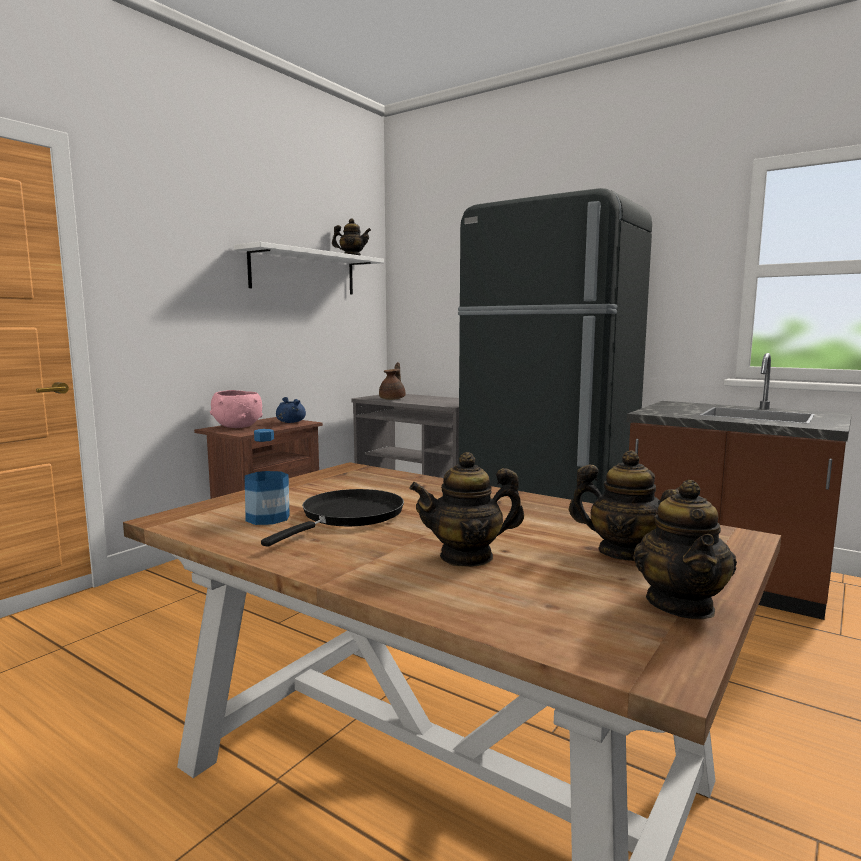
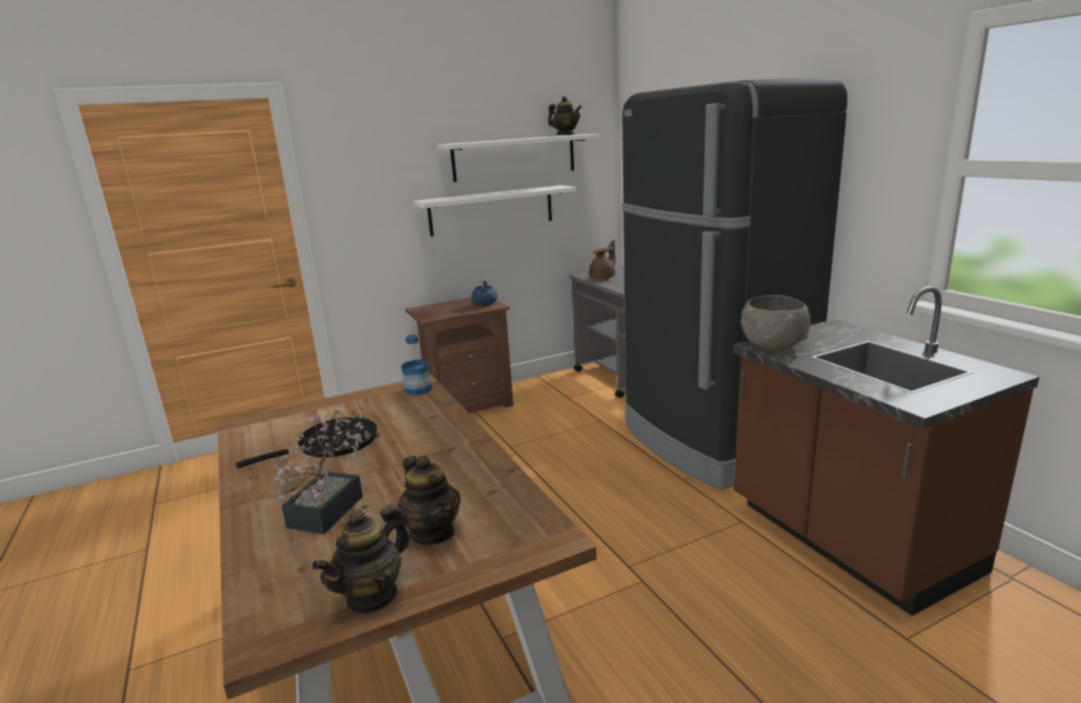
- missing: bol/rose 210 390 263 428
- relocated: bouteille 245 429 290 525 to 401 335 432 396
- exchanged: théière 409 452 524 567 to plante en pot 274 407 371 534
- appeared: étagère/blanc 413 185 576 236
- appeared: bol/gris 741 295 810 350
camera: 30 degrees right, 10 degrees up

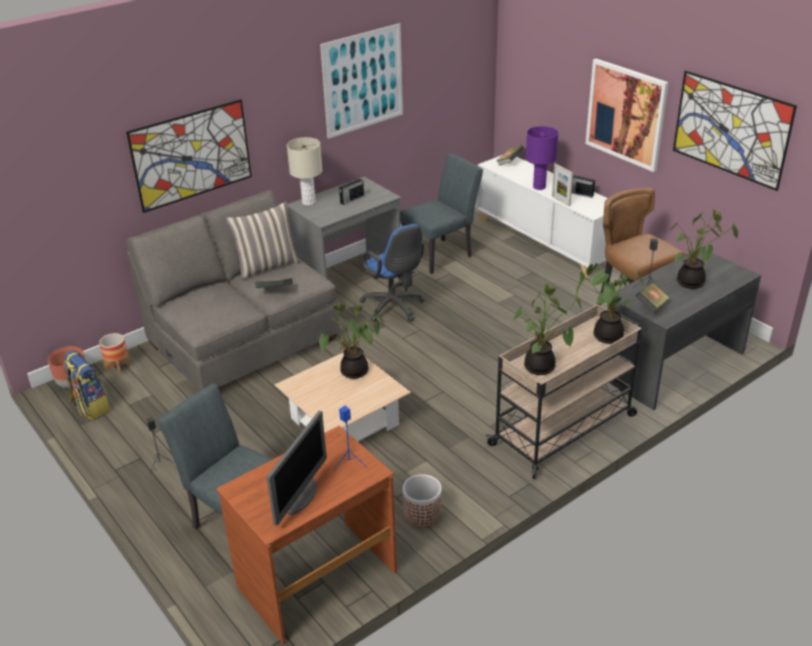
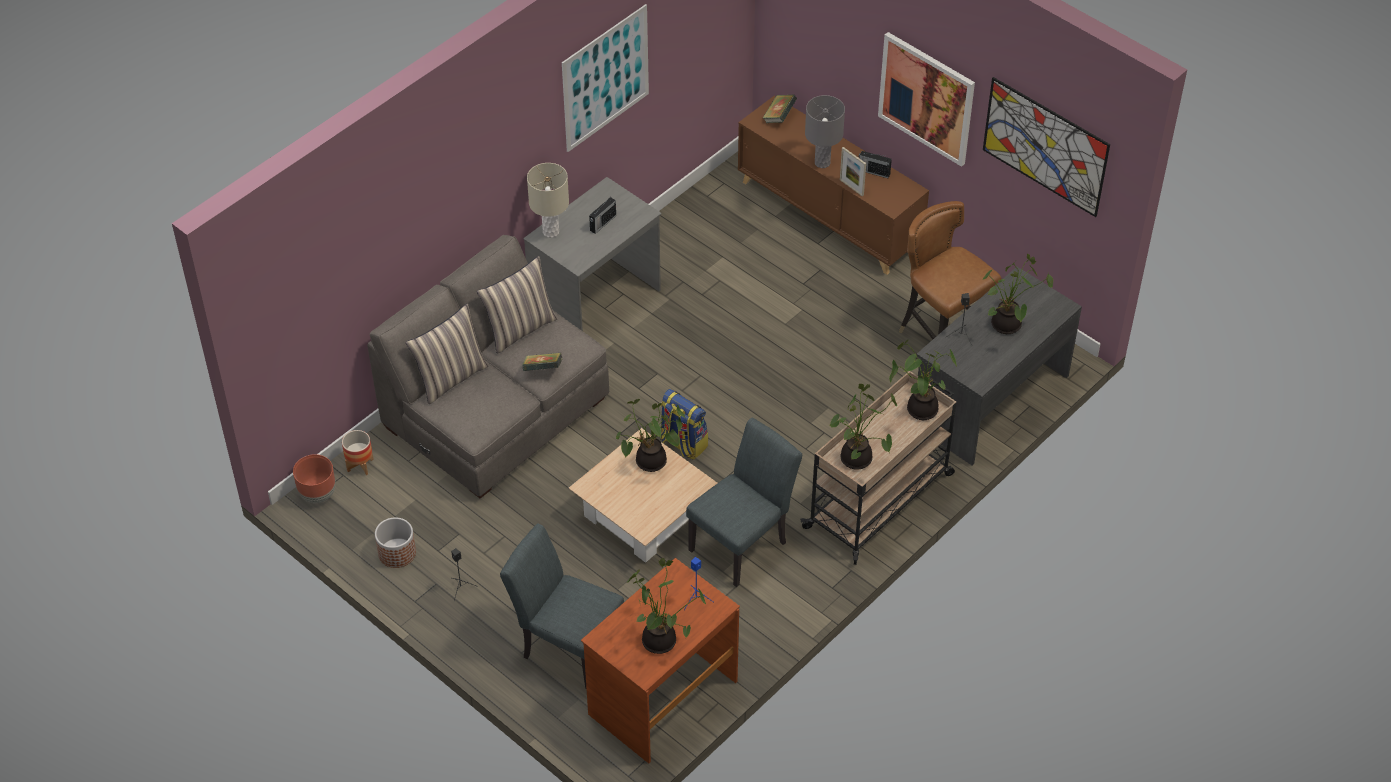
- missing: tableau 126 99 252 213
- colour: lampe de table/violet 526 126 559 190 to lampe de table/gris 805 95 845 168
- relocated: chaise/gris 400 153 483 274 to 686 418 802 587
- colour: meuble de rangement/blanc 477 155 608 279 to meuble de rangement/marron 738 96 929 275
- missing: chaise de bureau/bleu 360 224 425 322
- missing: livre 636 282 670 313
- relocated: sac à dos 64 350 111 420 to 660 389 708 460
- exchanged: écran d'ordinateur 267 411 327 526 to plante en pot 627 558 706 654
- relocated: cache-pot 403 474 442 527 to 375 517 416 568
- appeared: coussin 406 304 489 404
camera: 10 degrees left, 15 degrees up

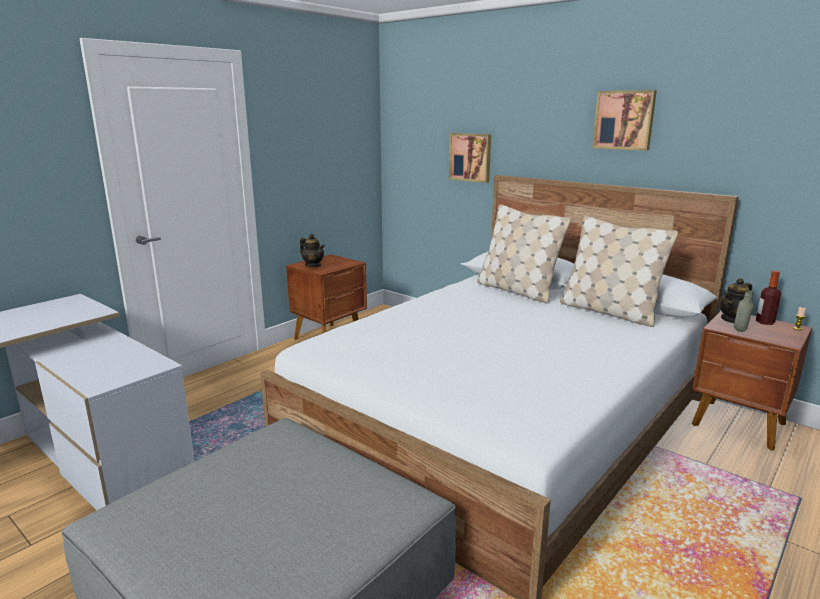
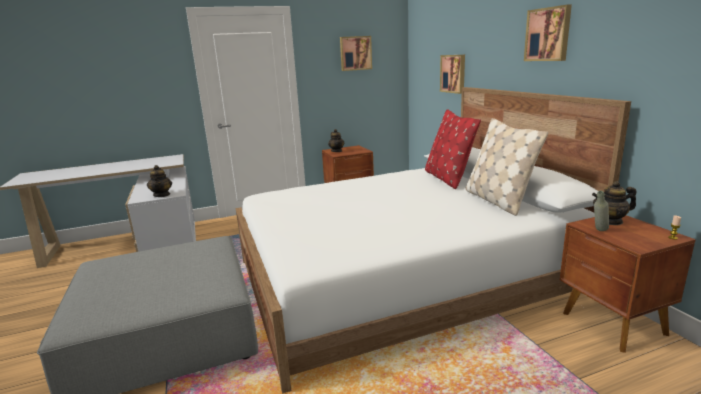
- colour: coussin/beige 477 204 571 303 to coussin/rouge 425 109 481 189
- missing: bouteille 756 271 781 325
- appeared: tableau 340 36 372 71
- appeared: théière 147 165 172 197
camera: 30 degrees right, 0 degrees up

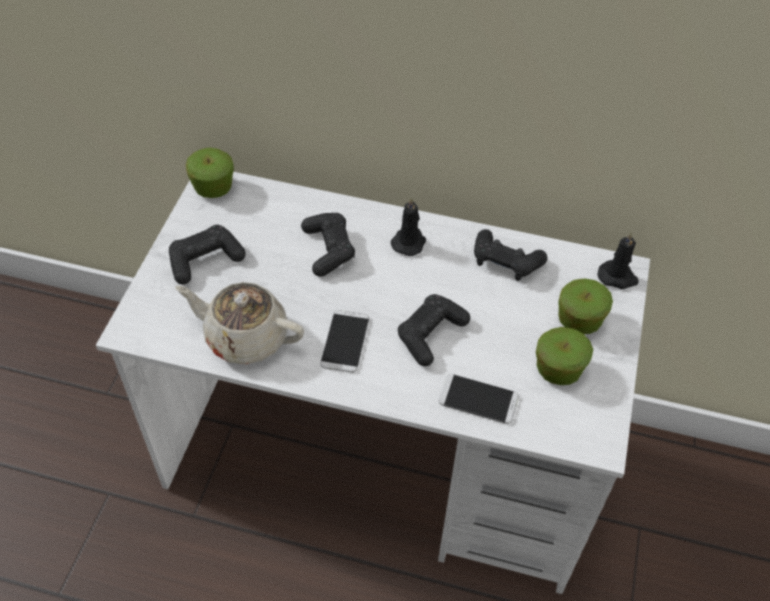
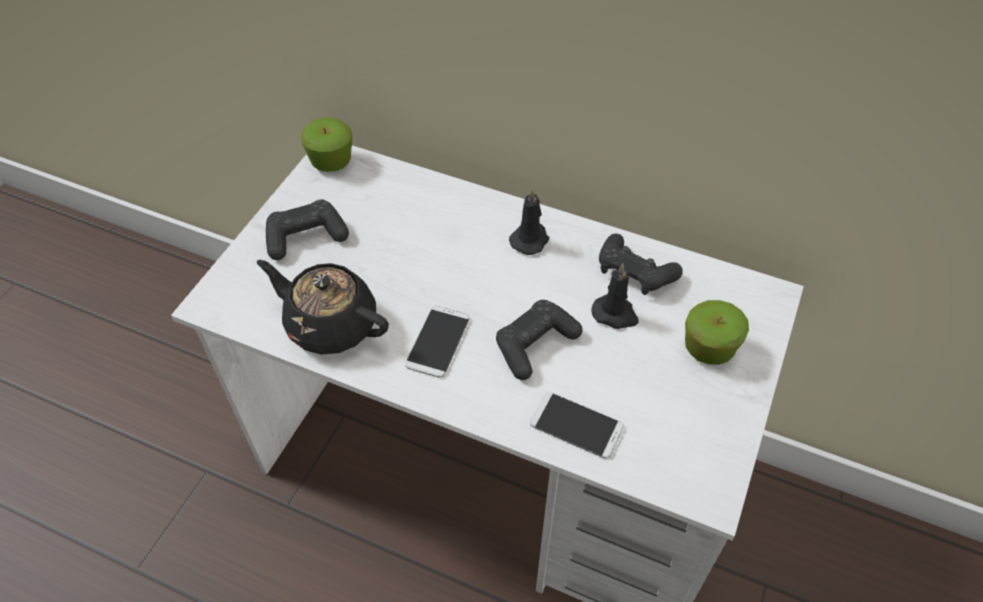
- missing: manette/noir 301 213 355 277
- relocated: bougie/noir 597 232 639 289 to 591 263 638 329
- colour: théière/beige 175 282 304 364 to théière/noir 257 260 389 355
- missing: pomme 536 327 593 385
camera: 10 degrees right, 0 degrees up

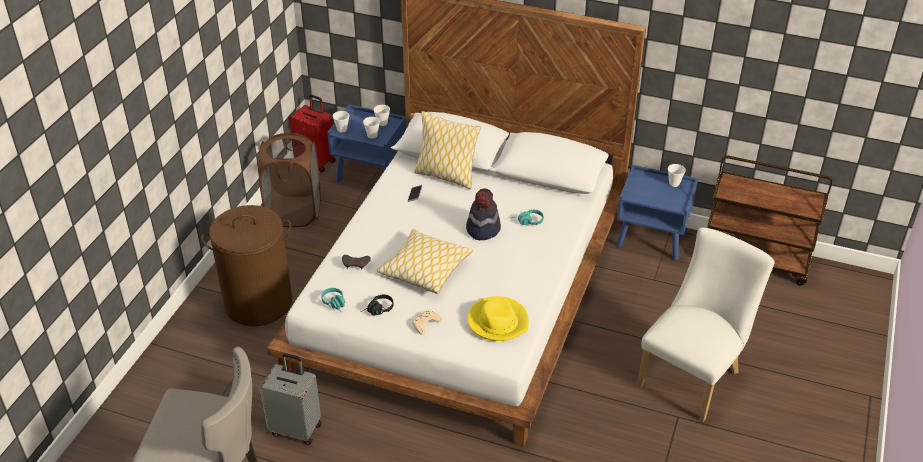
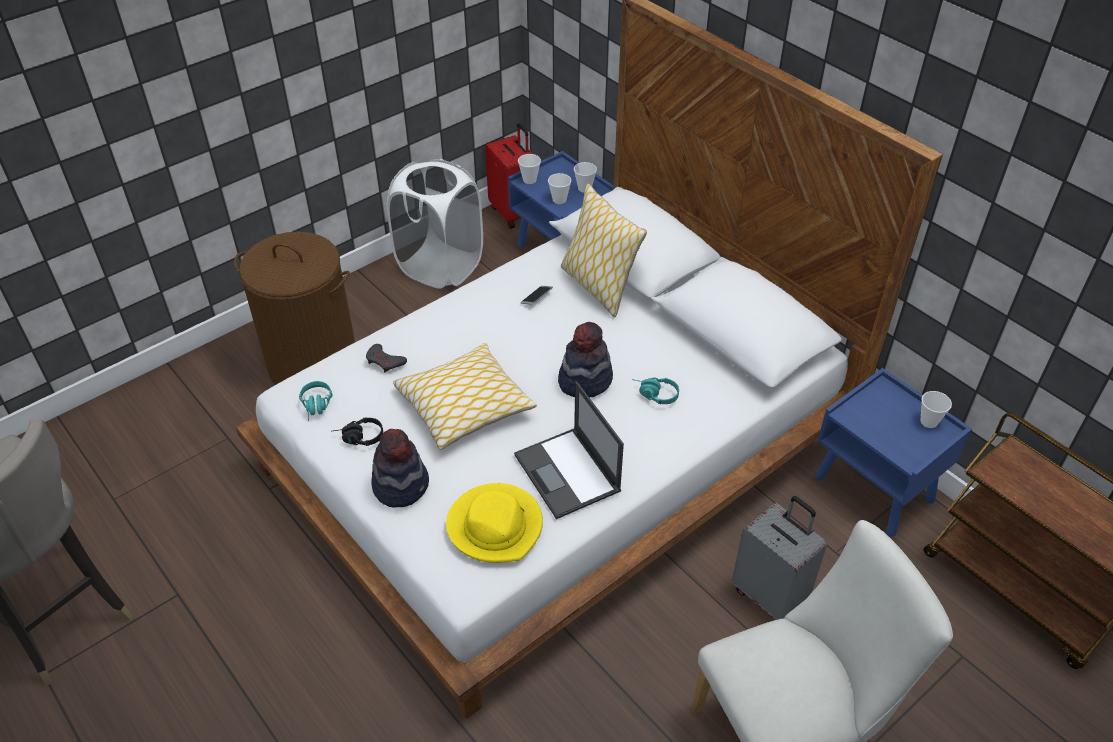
- colour: panier à linge/marron 258 133 321 227 to panier à linge/blanc 387 159 483 289
- exchanged: manette/beige 413 310 442 335 to chapeau 371 429 429 508
- relocated: valise/gris 260 353 322 445 to 732 496 827 620
- appeared: ordinateur portable 514 381 624 519
camera: 30 degrees right, 5 degrees up

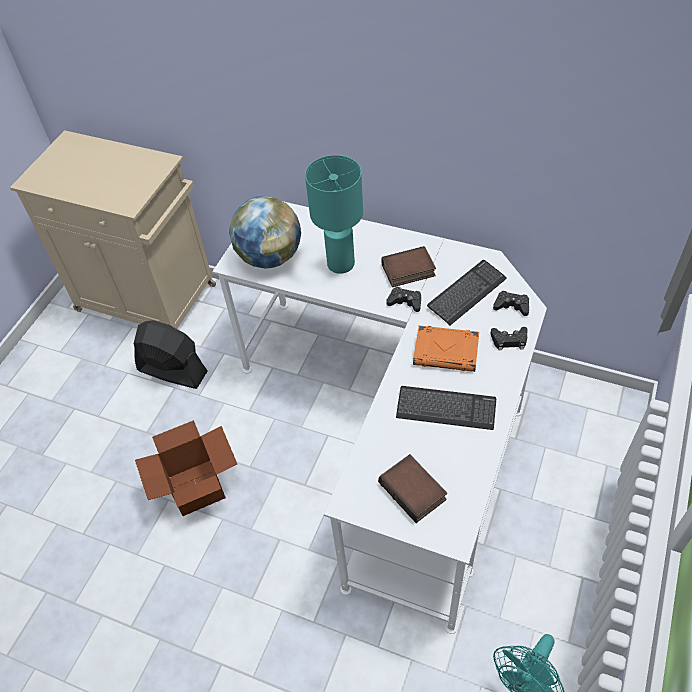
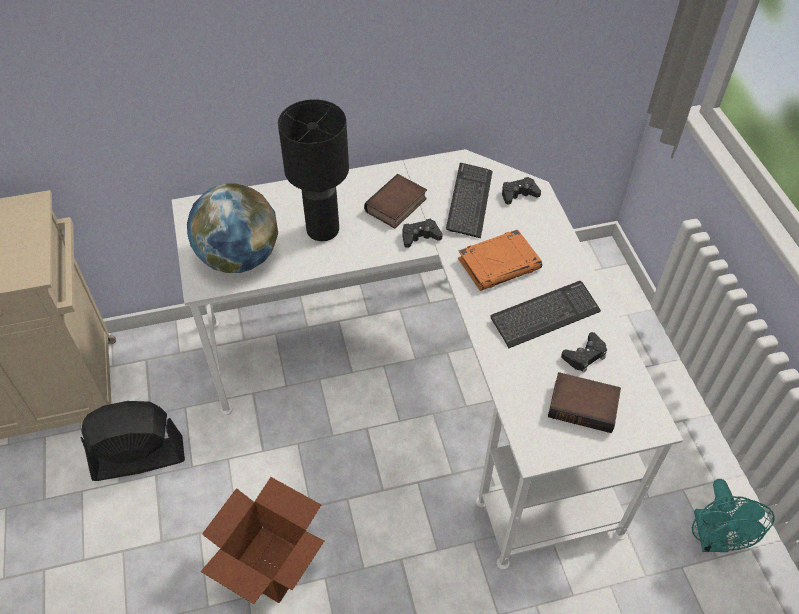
- colour: lampe de table/turquoise 305 155 363 274 to lampe de table/noir 278 99 349 241
- relocated: manette/noir 491 327 528 350 to 561 332 607 373
camera: 40 degrees left, 0 degrees up

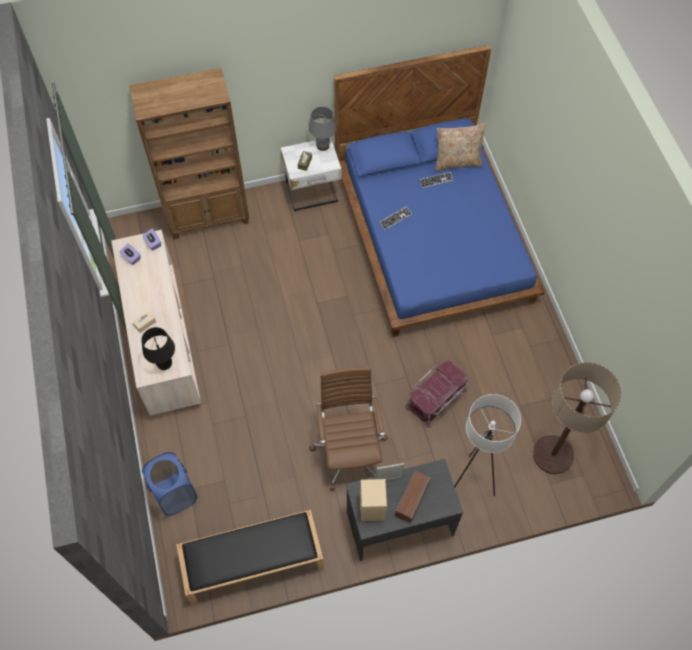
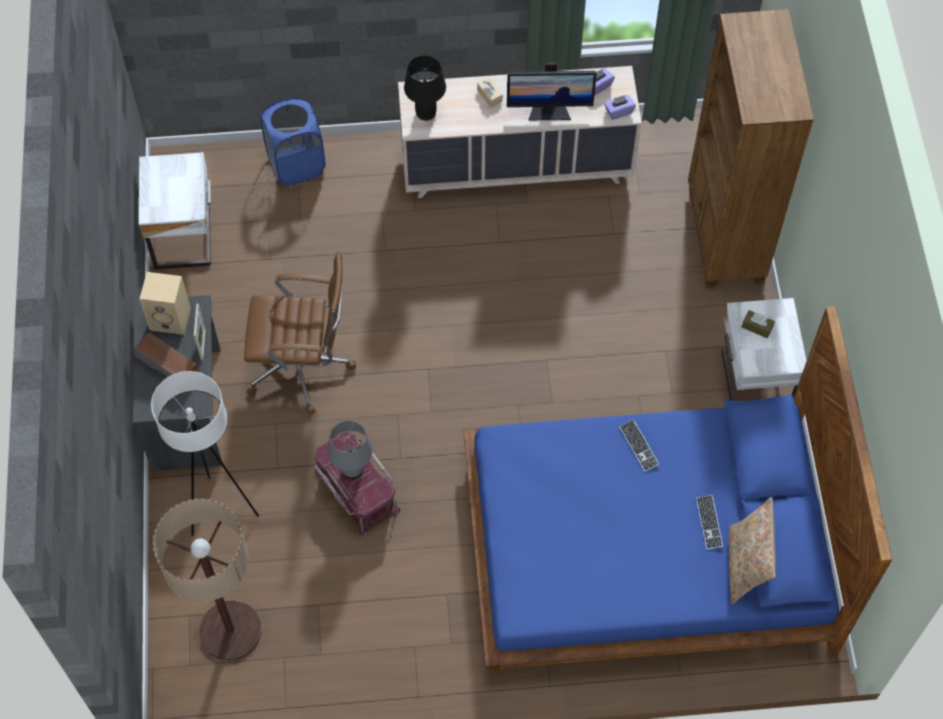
- relocated: lampe de table/gris 309 106 336 151 to 327 420 373 479
- exchanged: banc/noir 176 510 324 605 to table de chevet/blanc 139 152 211 269
- appeared: écran d'ordinateur 507 62 597 120
camera: 100 degrees right, 0 degrees up

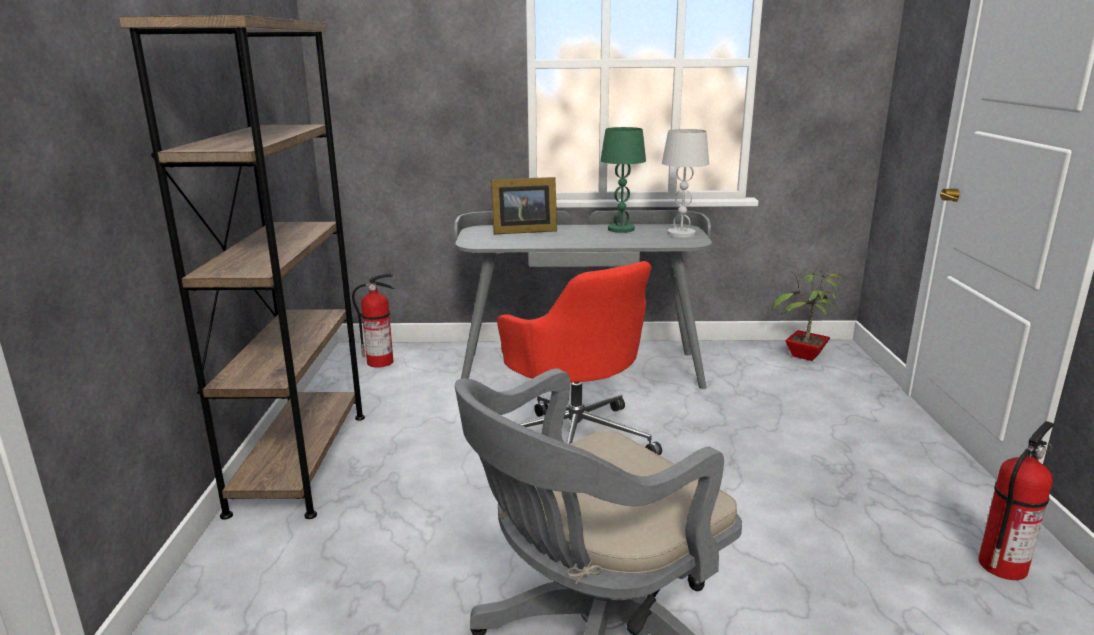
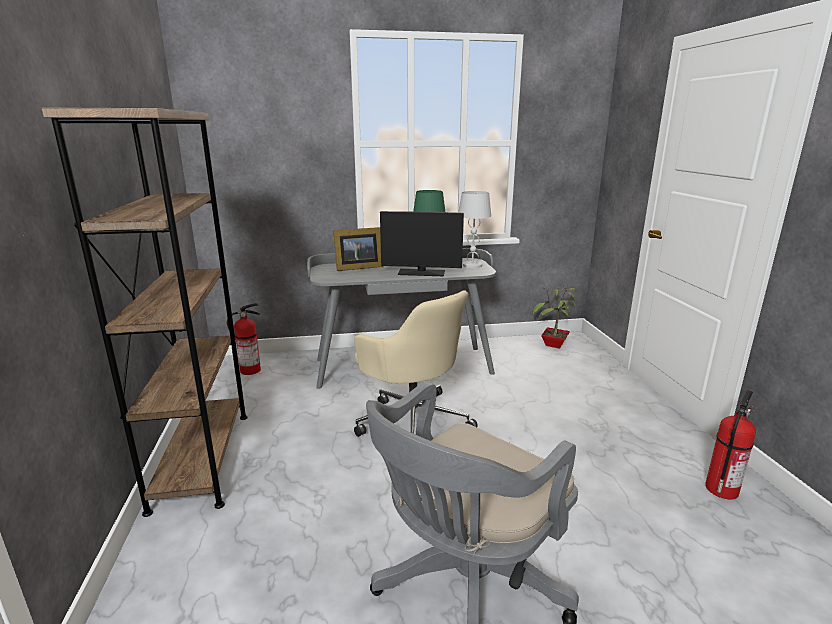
- colour: chaise de bureau/rouge 497 261 662 455 to chaise de bureau/beige 354 290 478 437
- appeared: écran d'ordinateur 380 211 464 276
camera: 10 degrees left, 0 degrees up

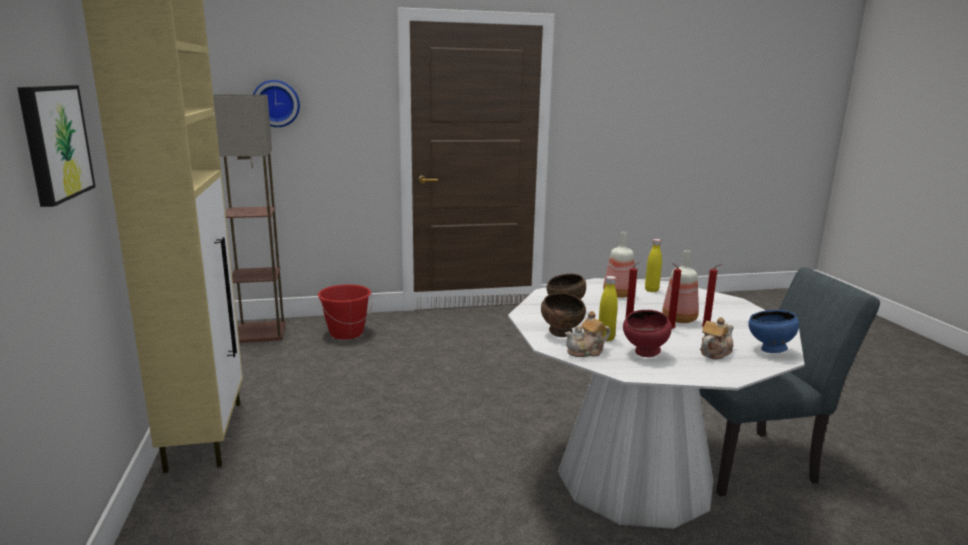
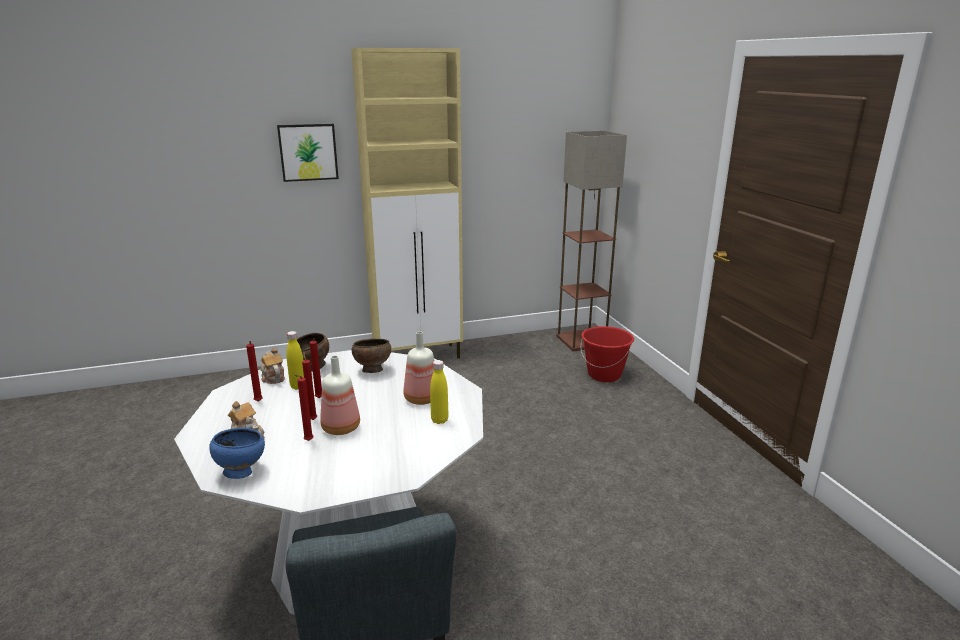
- missing: horloge murale 253 80 300 127
- exchanged: bol/rouge 623 310 672 357 to bougie/rouge 246 341 263 402
camera: 85 degrees right, 5 degrees up

